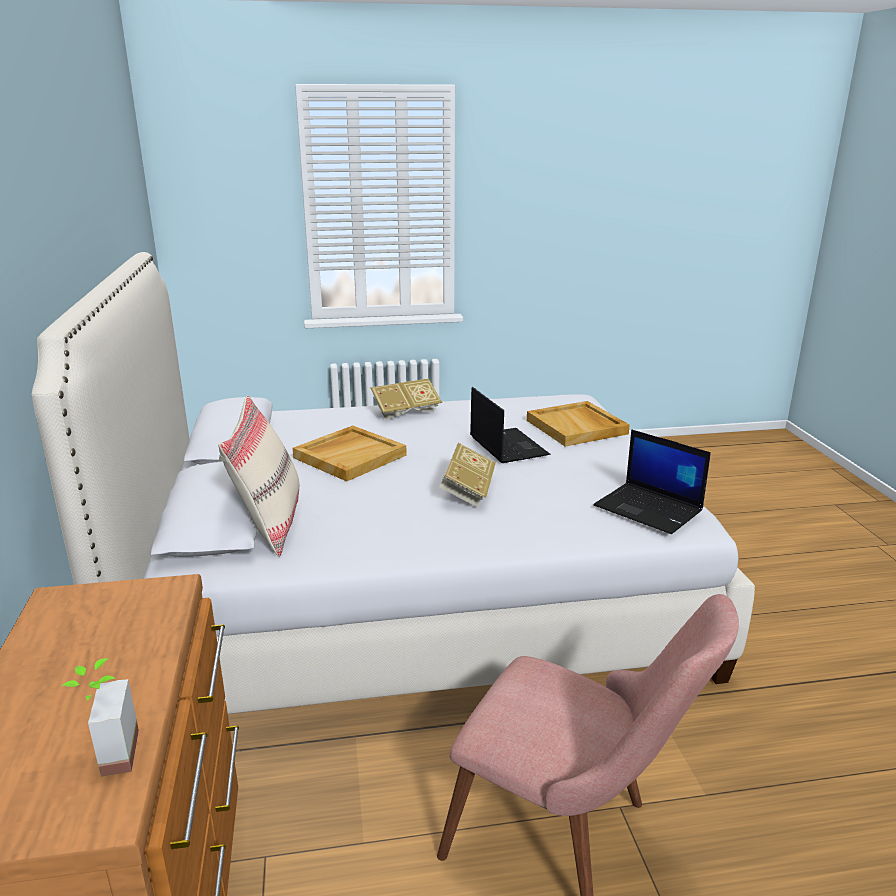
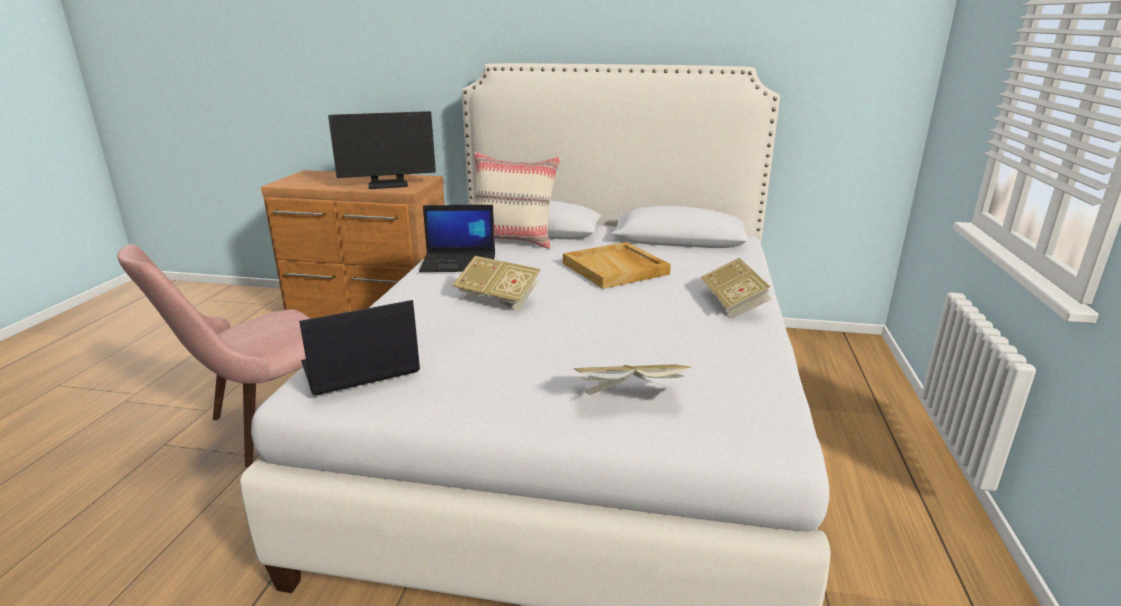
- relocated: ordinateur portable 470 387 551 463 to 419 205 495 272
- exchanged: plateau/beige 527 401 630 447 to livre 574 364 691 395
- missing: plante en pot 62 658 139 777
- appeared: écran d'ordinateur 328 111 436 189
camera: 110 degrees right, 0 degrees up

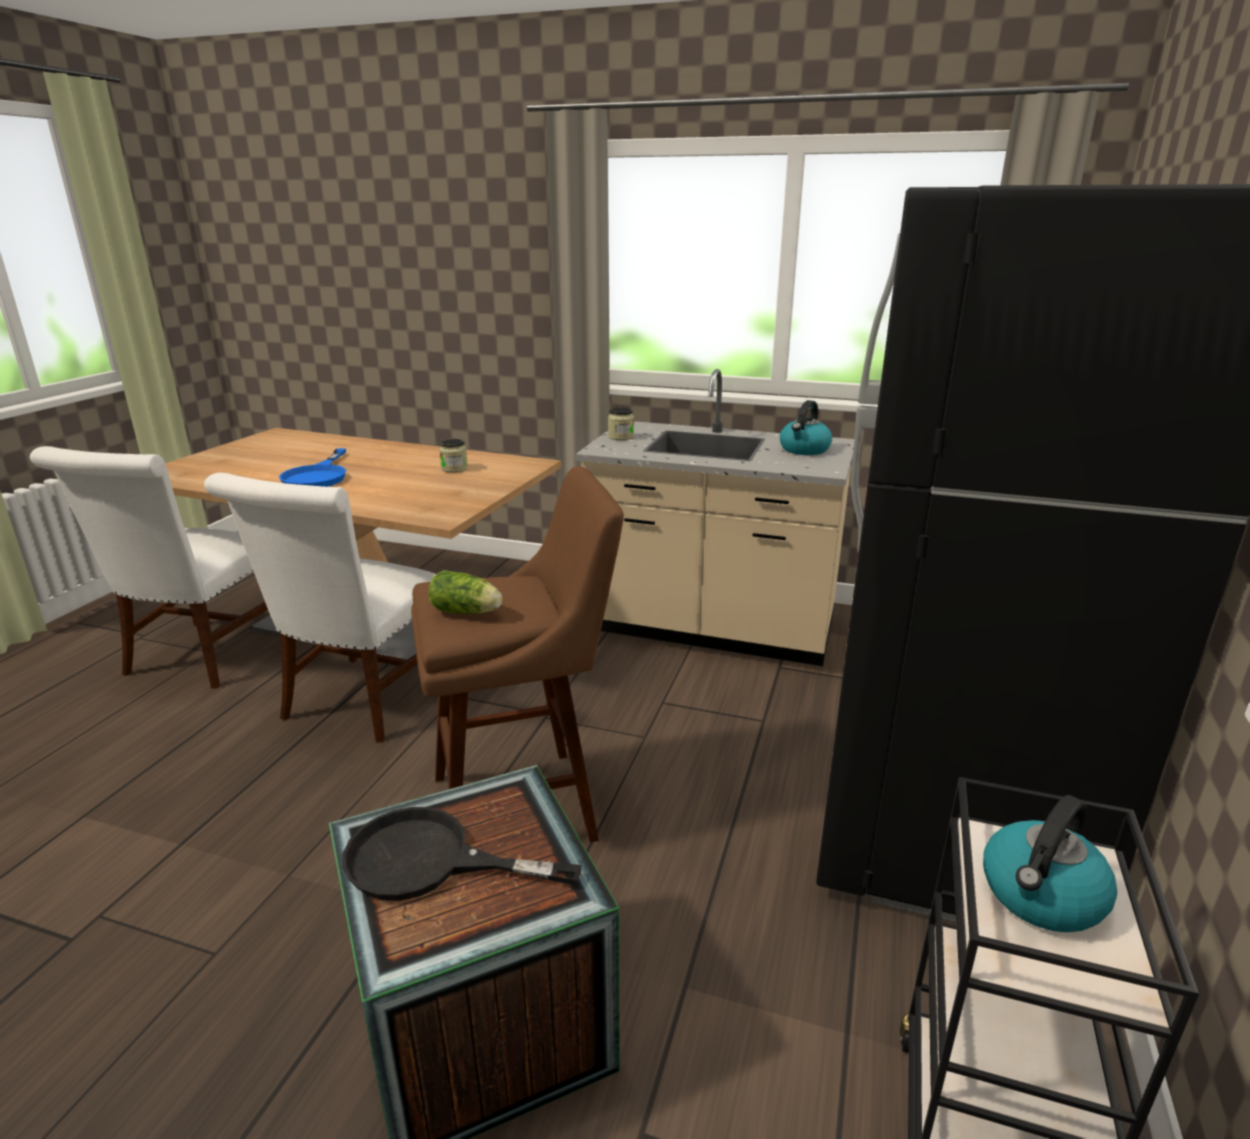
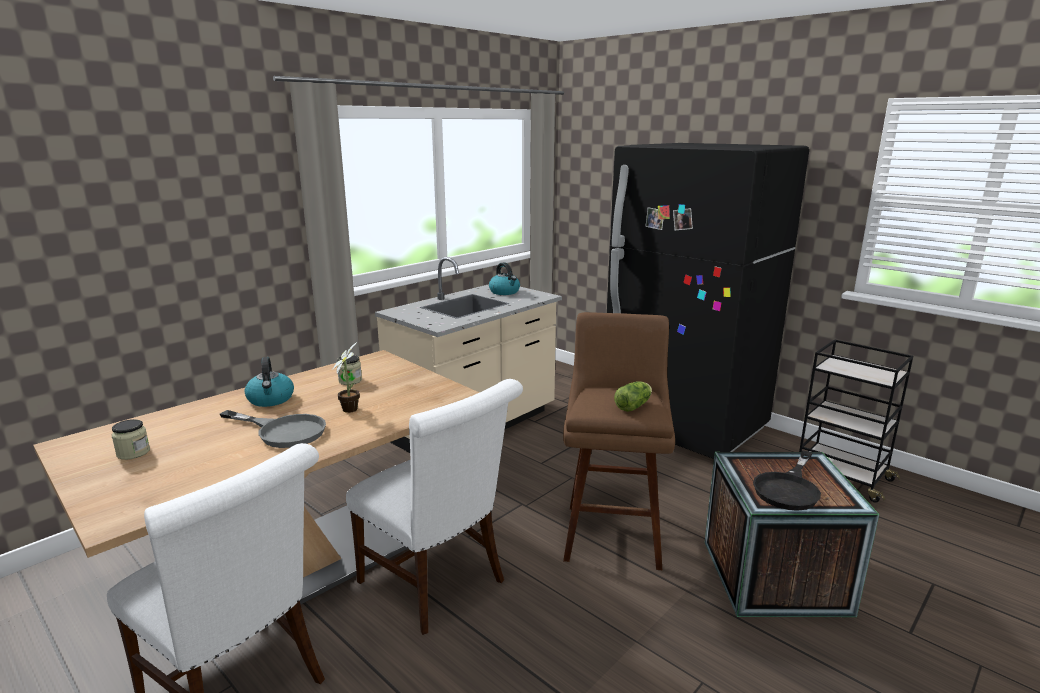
- relocated: bocal 608 407 634 440 to 112 419 150 460
- colour: poêle/bleu 279 448 346 487 to poêle/gris 220 410 326 448
- relocated: bouilloire 983 795 1117 932 to 245 357 294 407
- appeared: plante en pot 332 342 360 413
camera: 65 degrees left, 5 degrees down

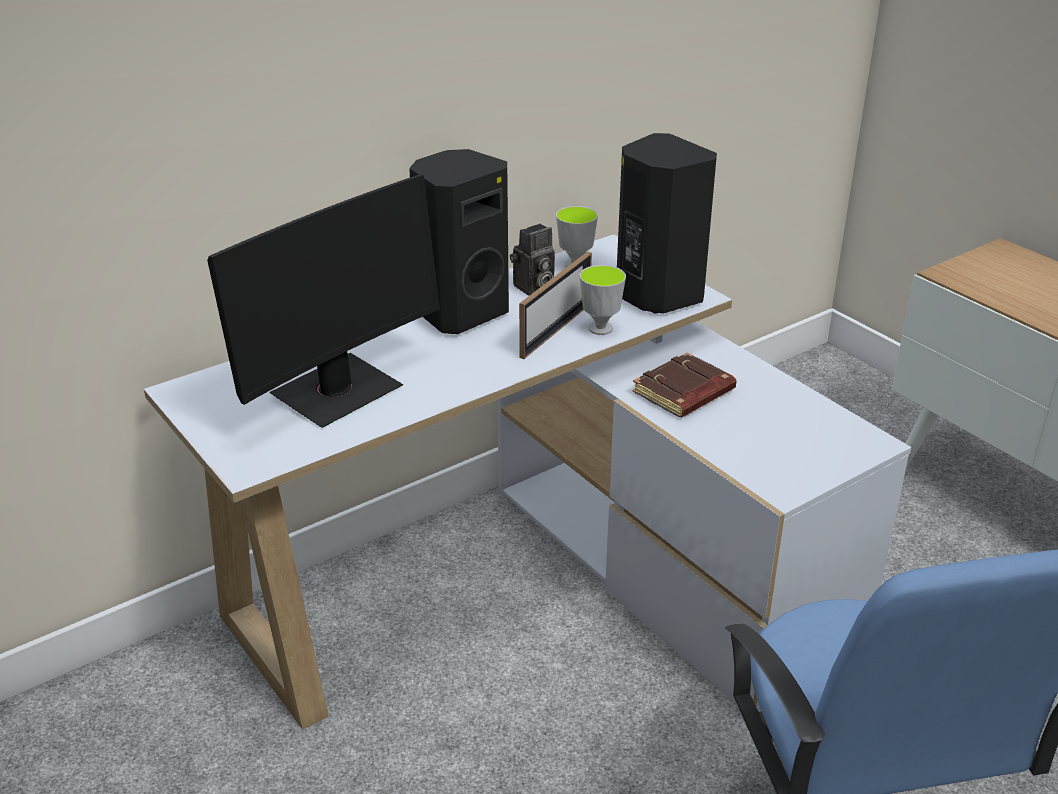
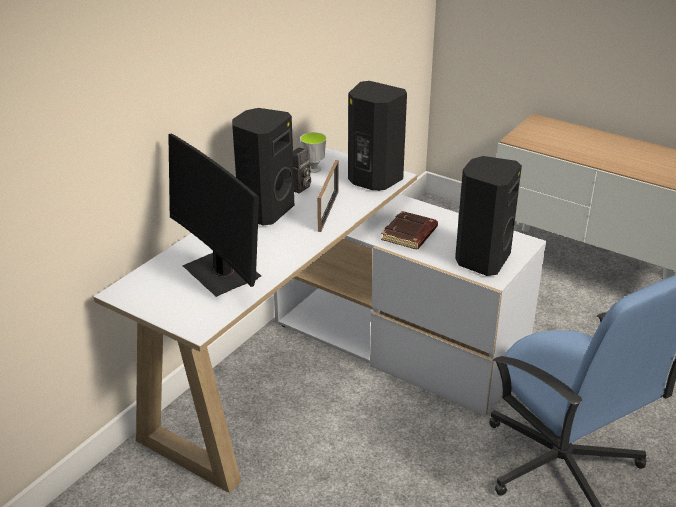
- spun: écran d'ordinateur 207 174 440 428 = 168 133 261 297 120 degrees clockwise
- missing: tasse 580 265 626 335
- appeared: enceinte/noir 455 156 522 276
camera: 20 degrees left, 0 degrees up

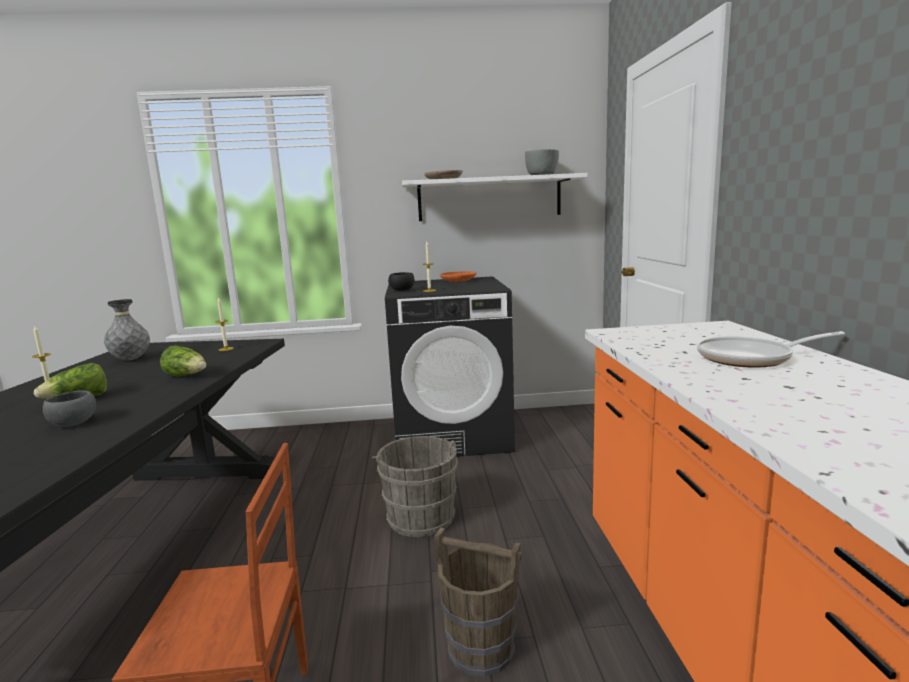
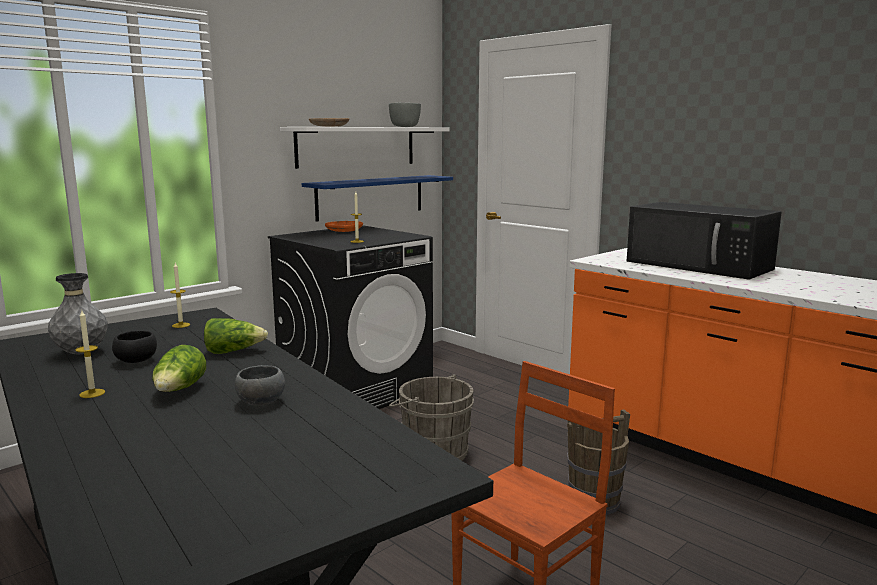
- relocated: bol/noir 388 272 414 291 to 112 331 157 363
- exchanged: poêle 697 331 845 368 to micro-ondes/noir 627 202 782 280
- appeared: étagère/bleu 302 175 453 222
camera: 40 degrees left, 0 degrees up

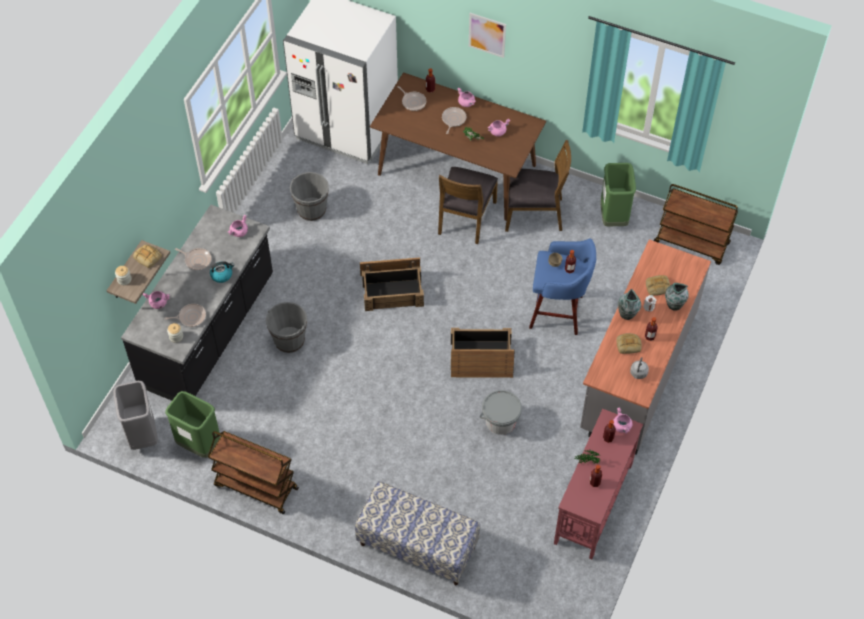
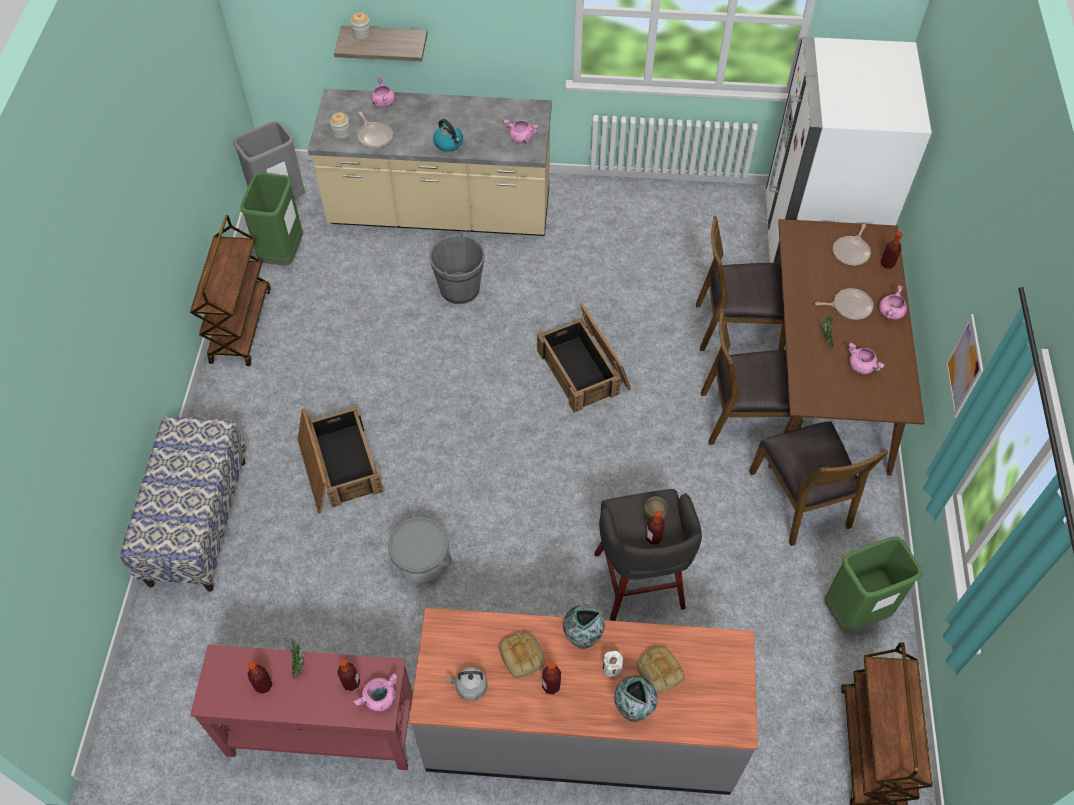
- relocated: tableau 469 13 506 58 to 946 314 983 417
- missing: seau/gris 290 172 329 221
- colour: comptoir de cuisine/noir 121 205 273 401 to comptoir de cuisine/beige 308 89 552 236
- colour: tabouret/bleu 529 238 596 335 to tabouret/gris 594 489 702 621
- missing: pain 133 245 162 268
- missing: poêle 175 248 212 271
- relocated: caisse 451 328 515 378 to 298 406 384 513
- appeared: chaise/marron 696 216 785 351
camera: 70 degrees right, 0 degrees up

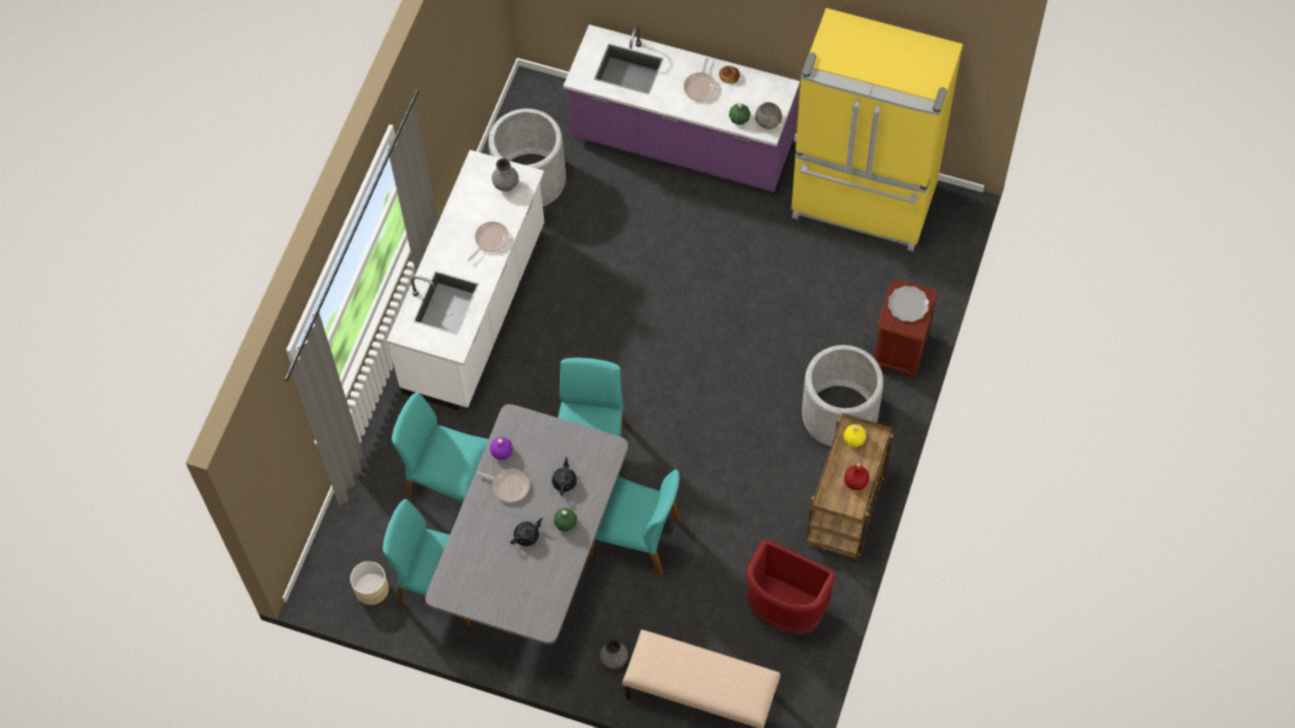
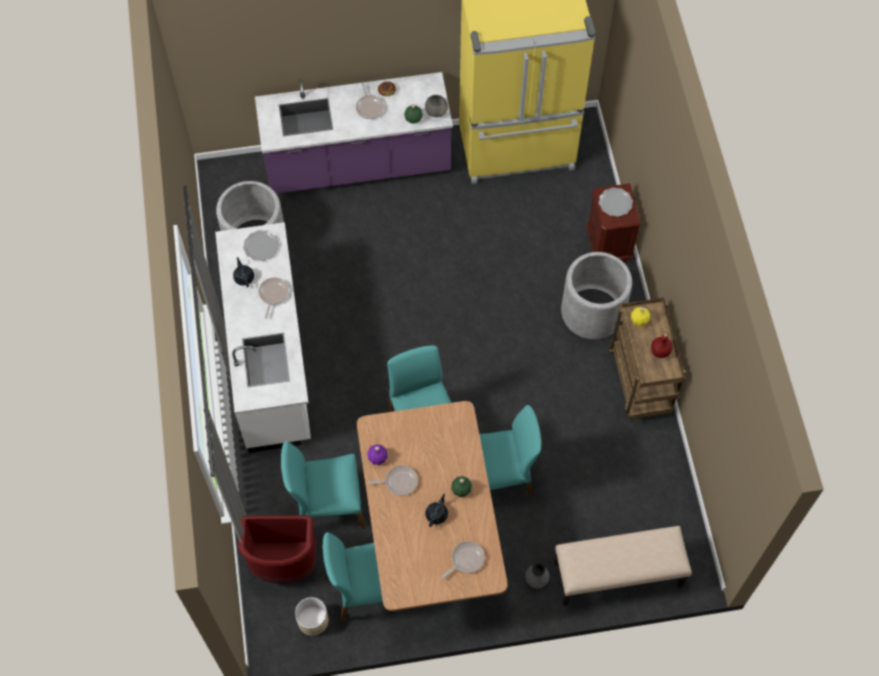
- exchanged: vase/gris 492 158 519 191 to assiette 243 230 279 261
- colour: table à manger/gris 425 404 628 644 to table à manger/marron 357 401 507 611
- relocated: théière/noir 552 457 577 496 to 233 257 254 287
- relocated: poubelle/rouge 746 540 836 635 to 238 515 317 583
- appeared: poêle 441 541 485 579
camera: 30 degrees left, 0 degrees up

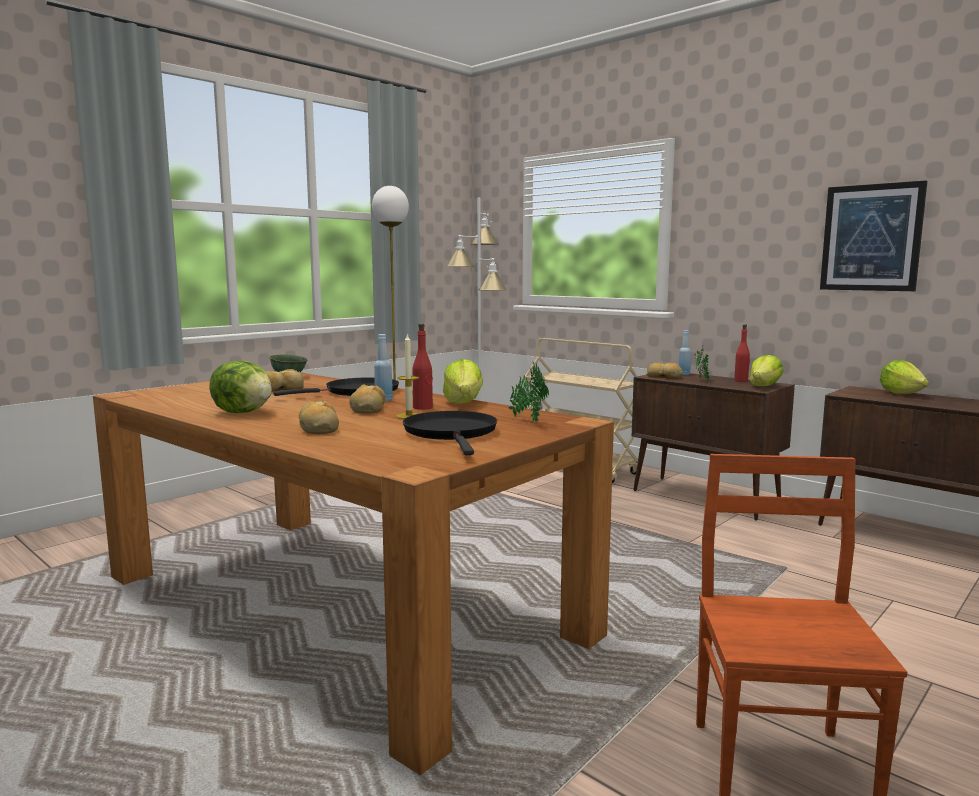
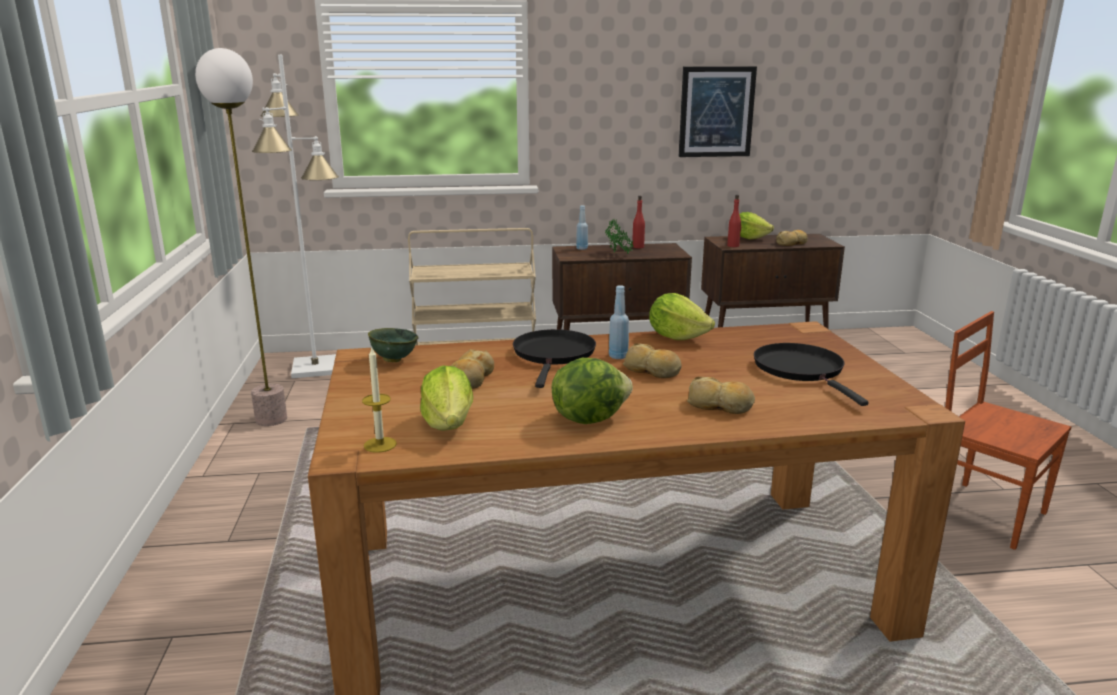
- relocated: bouteille/rouge 412 323 433 410 to 727 195 741 247
- relocated: bougie 396 333 419 419 to 362 348 397 453
- relocated: laitue 750 355 783 386 to 420 366 473 431
- missing: plante en pot 508 362 549 423
- relocated: pain 646 362 683 379 to 776 230 808 246
- spun: poêle/noir 403 411 497 455 = 754 343 869 406 45 degrees clockwise
camera: 50 degrees left, 10 degrees up

